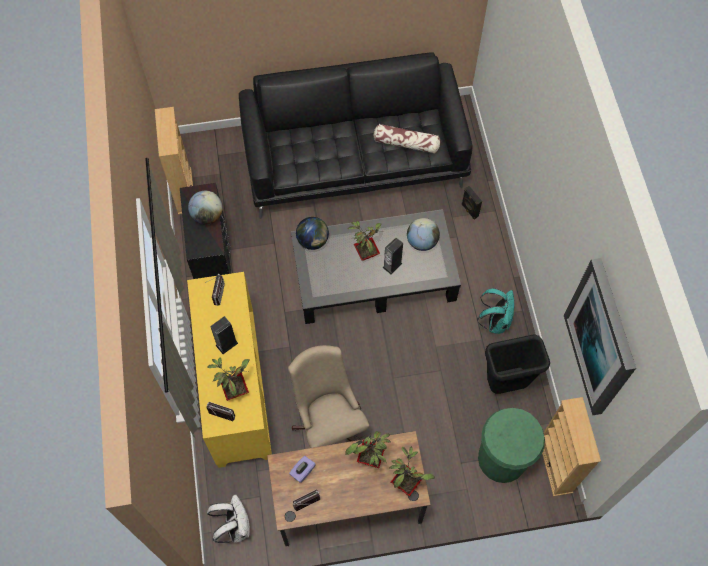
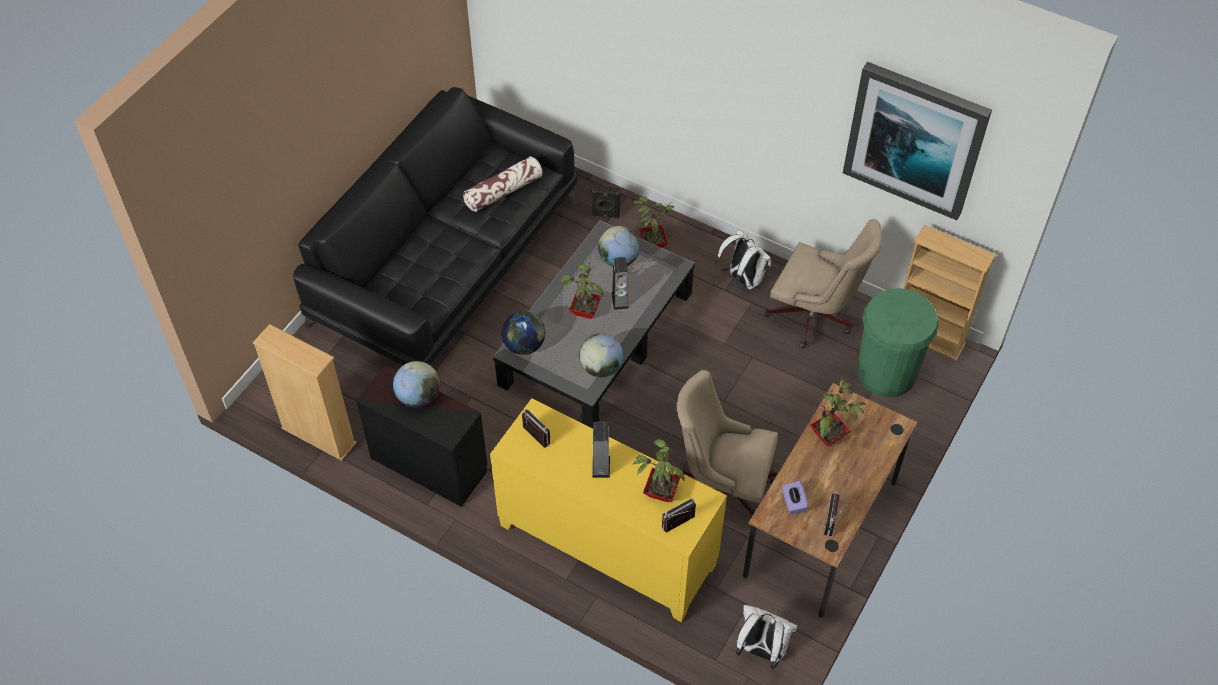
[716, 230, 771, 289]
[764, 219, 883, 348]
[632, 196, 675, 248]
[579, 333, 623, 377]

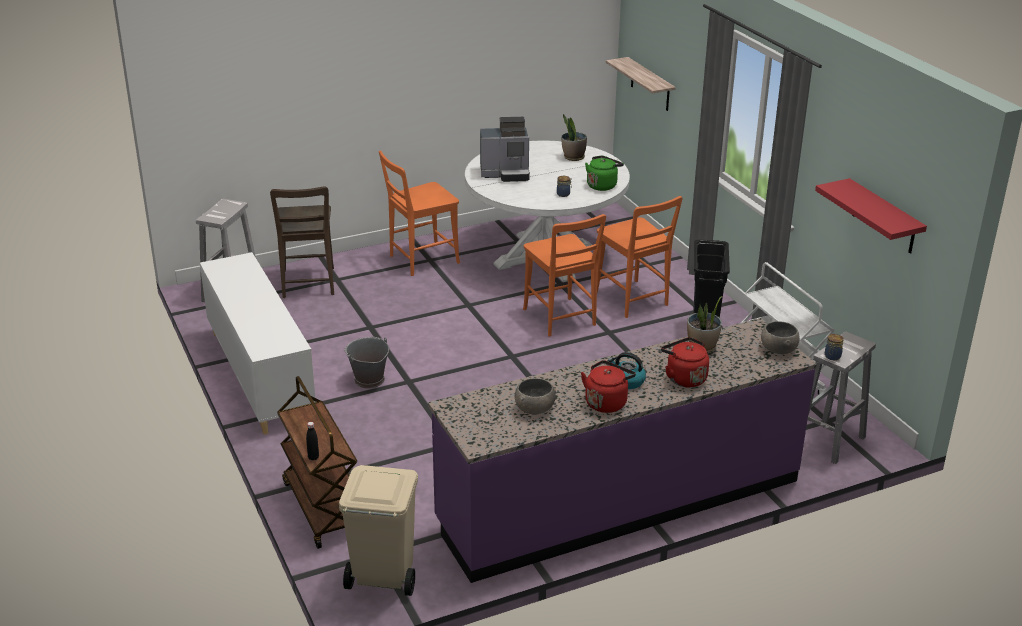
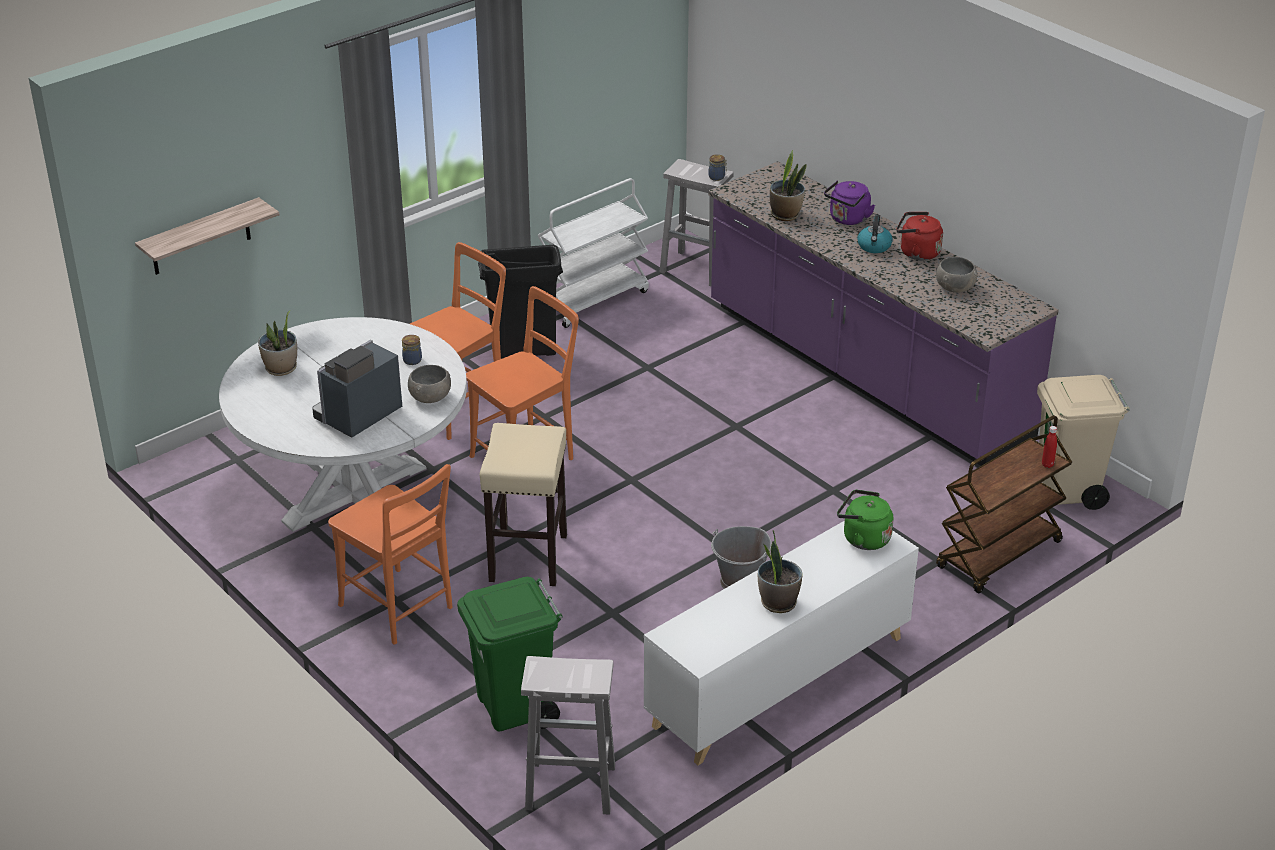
[312, 340, 402, 438]
[837, 490, 893, 550]
[815, 178, 927, 254] (first image)
[457, 577, 563, 732]
[408, 365, 451, 403]
[824, 181, 875, 225]
[1042, 426, 1057, 468]
[480, 423, 567, 586]
[758, 530, 803, 613]

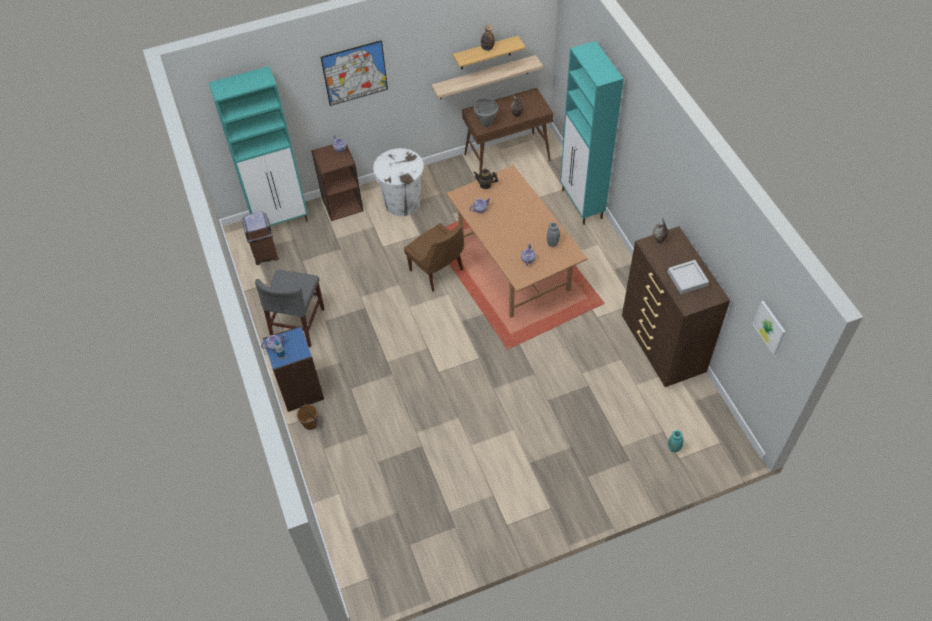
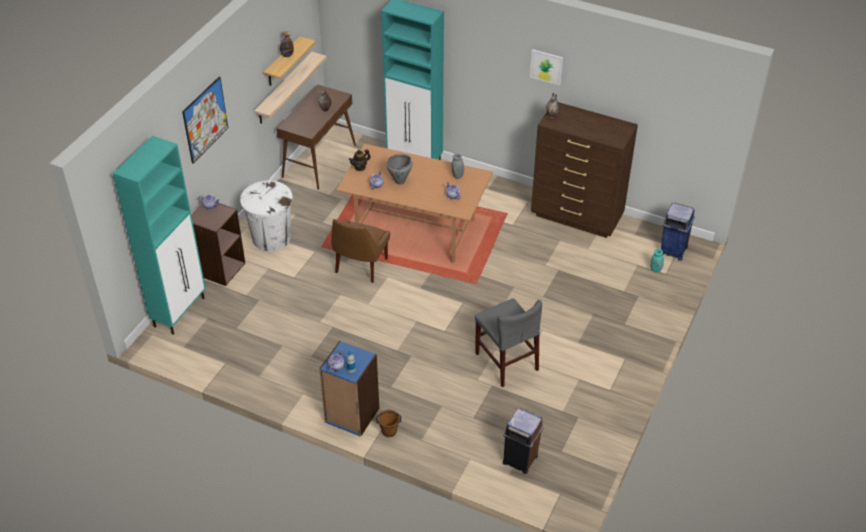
[386, 154, 413, 185]
[502, 408, 544, 474]
[331, 219, 390, 283]
[668, 260, 709, 294] (first image)
[475, 298, 542, 387]
[530, 49, 563, 85]
[661, 203, 695, 261]

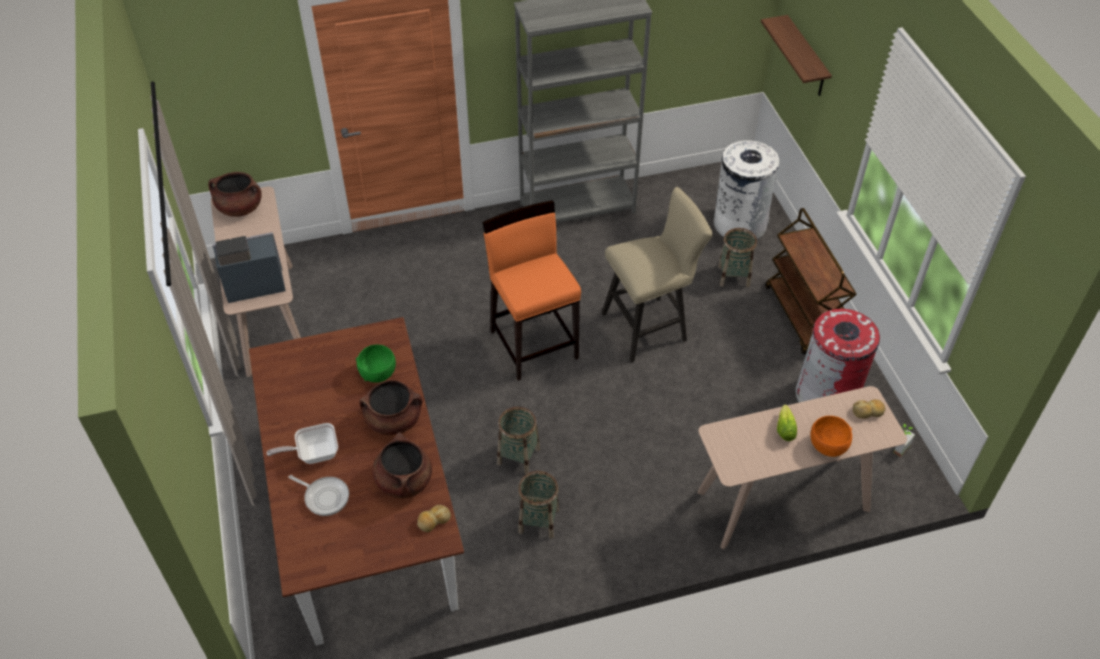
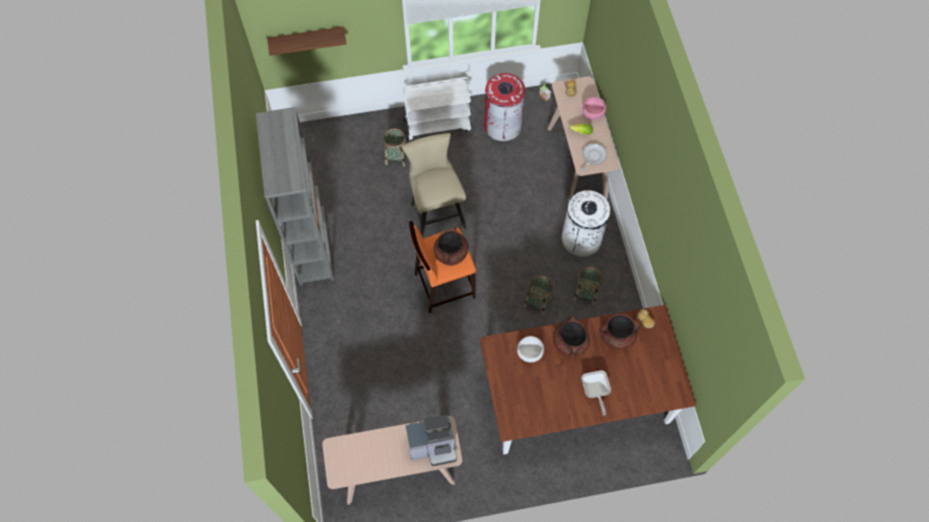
[562, 190, 610, 257]
[434, 227, 469, 266]
[403, 77, 471, 141]
[406, 415, 457, 466]
[517, 336, 544, 362]
[583, 97, 606, 120]
[581, 143, 607, 172]

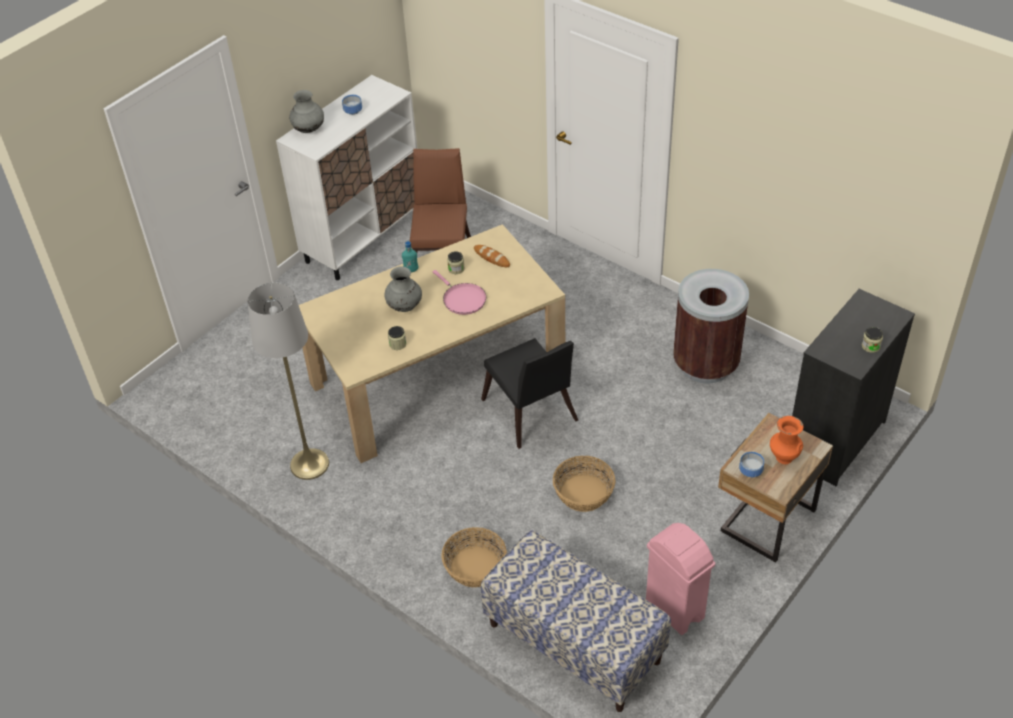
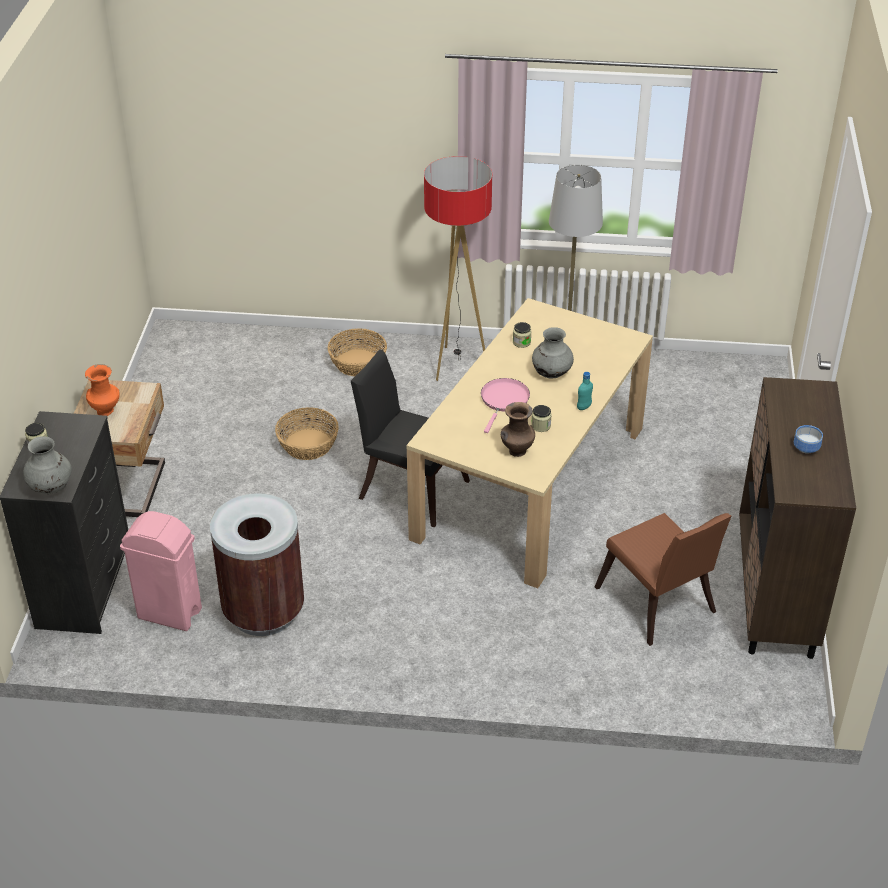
[739, 377, 856, 659]
[23, 436, 72, 494]
[501, 402, 535, 457]
[481, 378, 530, 433]
[739, 452, 764, 477] (first image)
[120, 511, 202, 631]
[481, 530, 671, 712] (first image)
[424, 156, 492, 381]

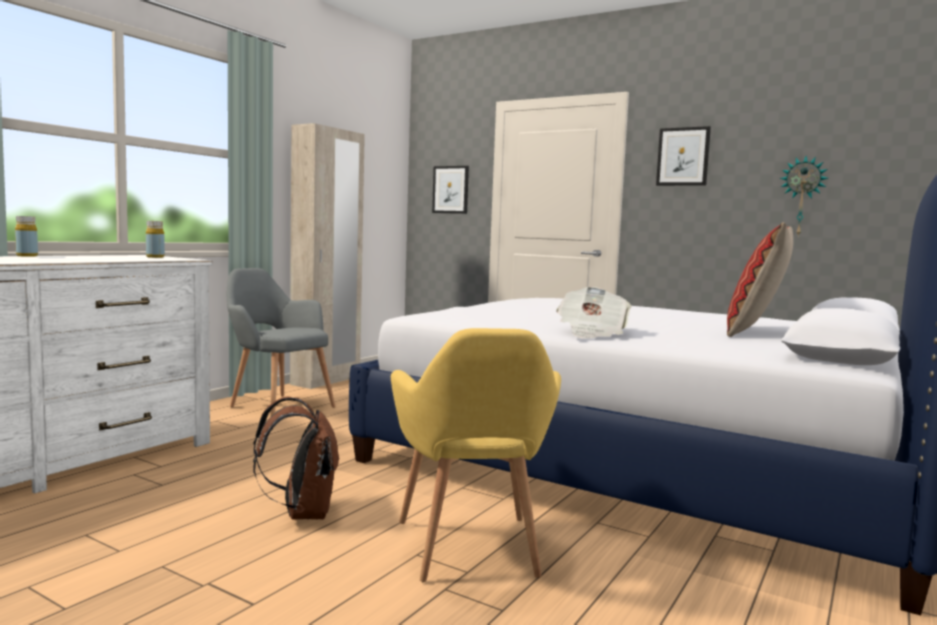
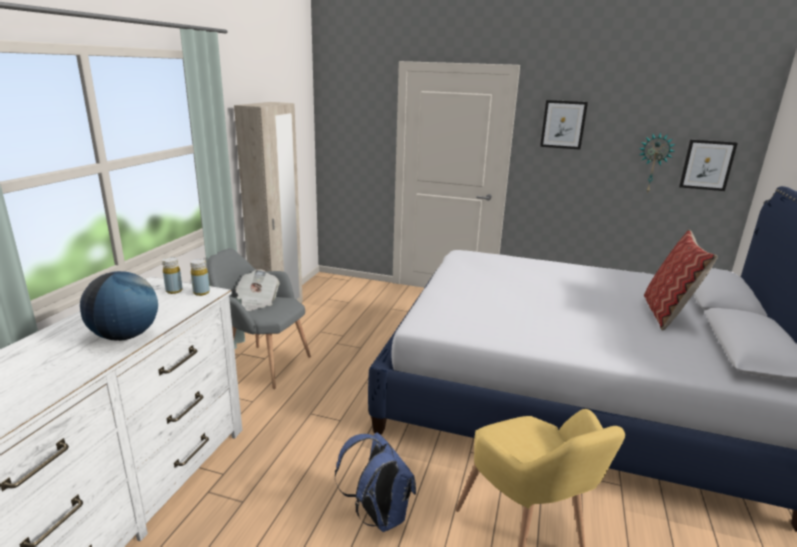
[679, 140, 738, 191]
[190, 259, 210, 296]
[235, 269, 280, 311]
[335, 432, 416, 532]
[80, 271, 158, 341]

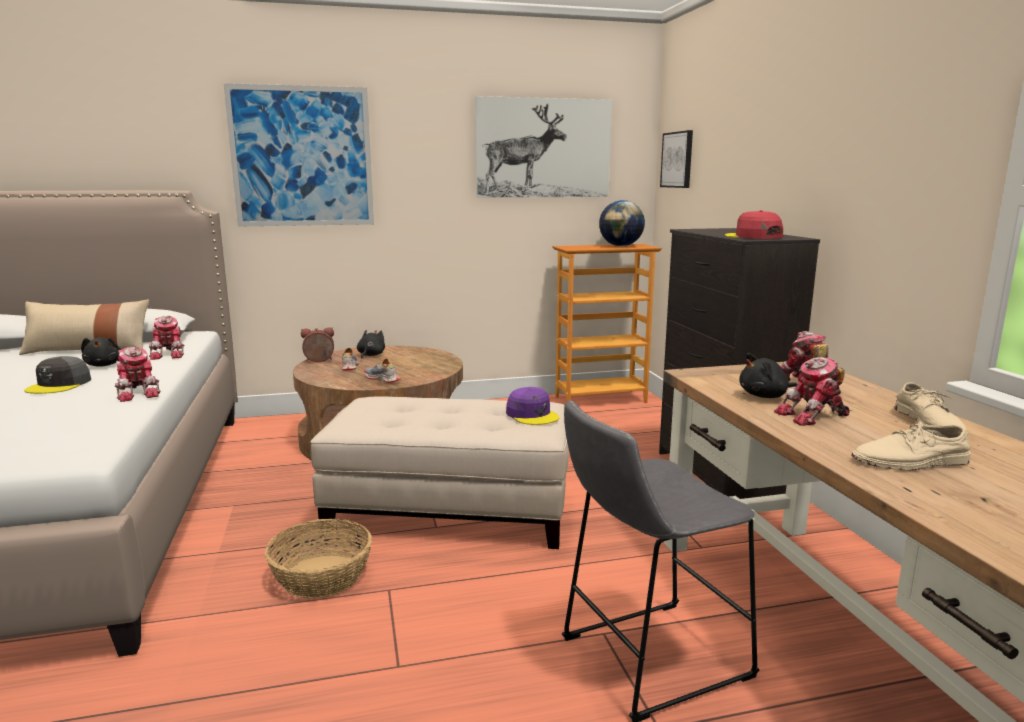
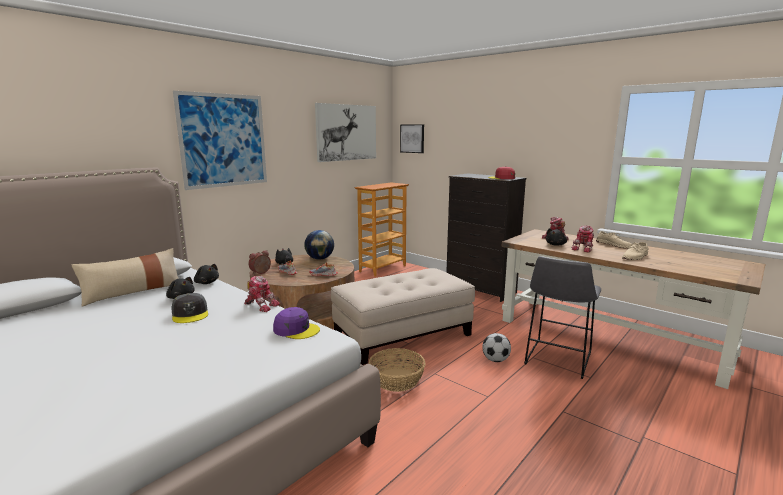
[304, 230, 334, 260]
[194, 264, 219, 284]
[273, 307, 320, 339]
[482, 333, 511, 362]

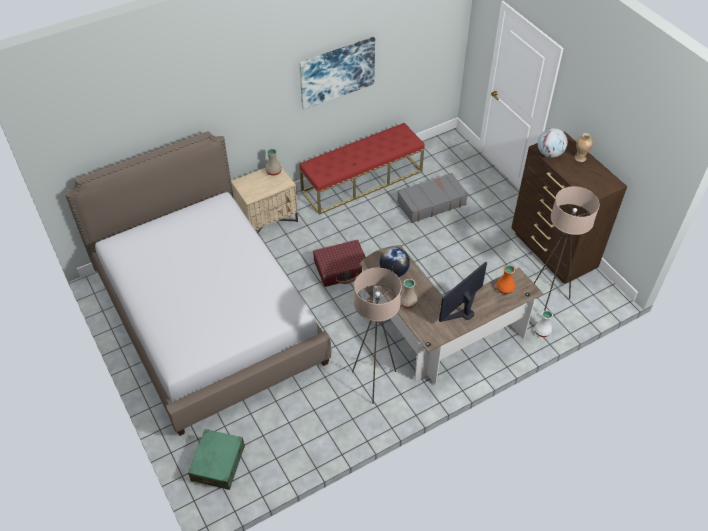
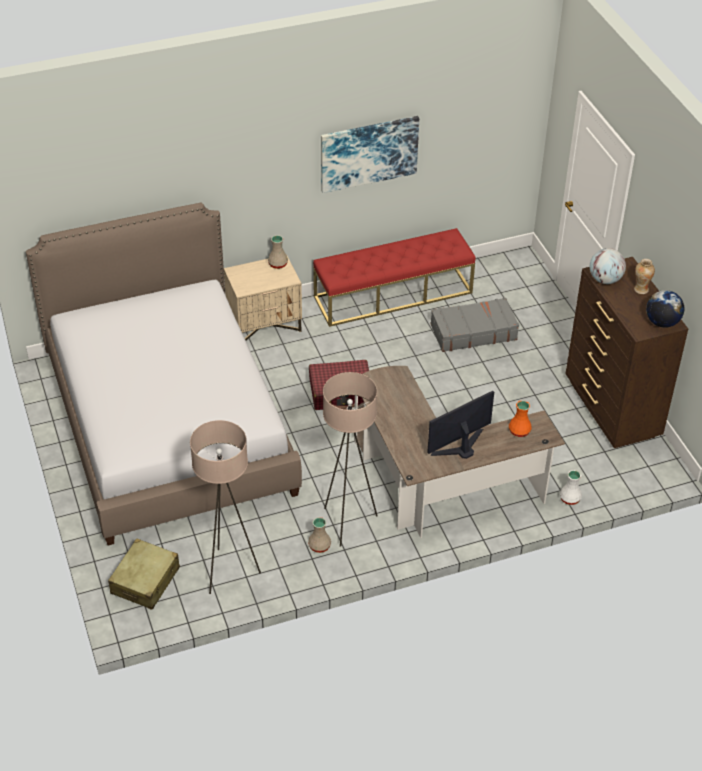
[190, 420, 261, 594]
[646, 290, 684, 328]
[308, 517, 331, 553]
[108, 538, 180, 610]

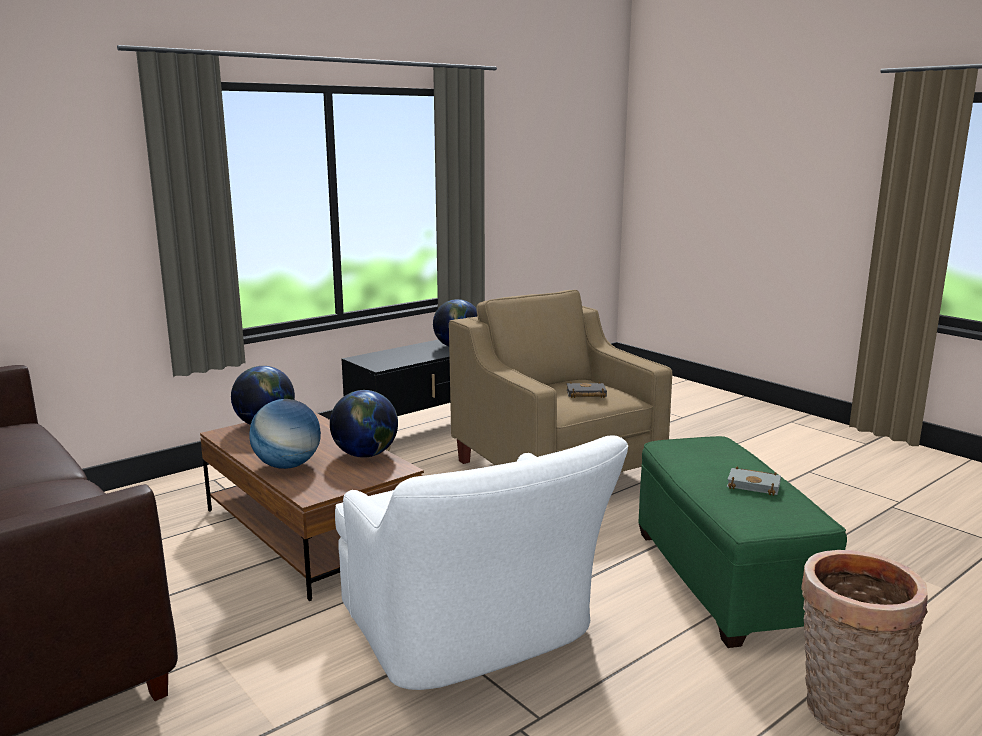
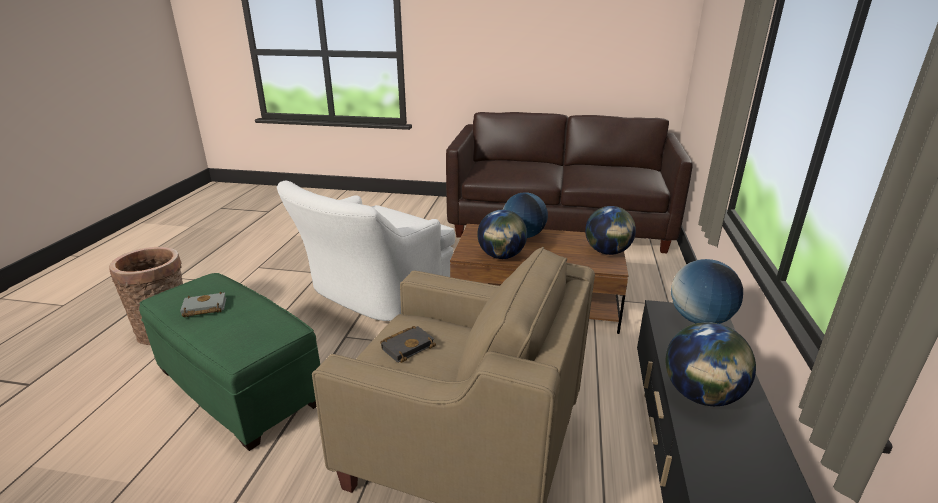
[277, 181, 455, 321]
[671, 259, 743, 324]

